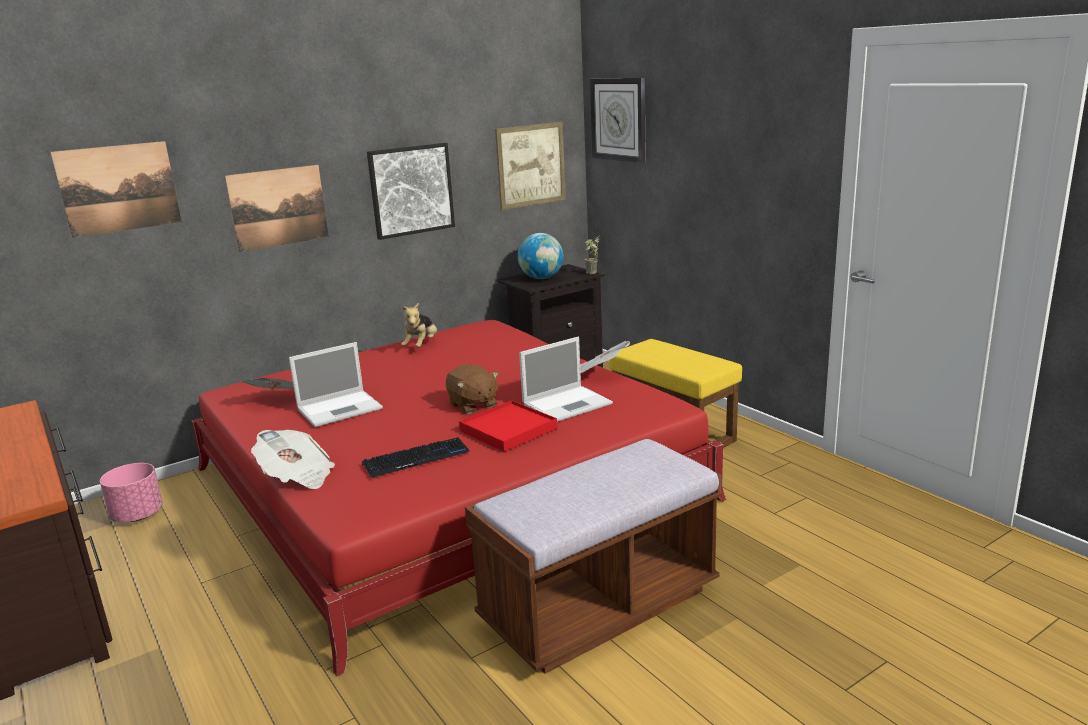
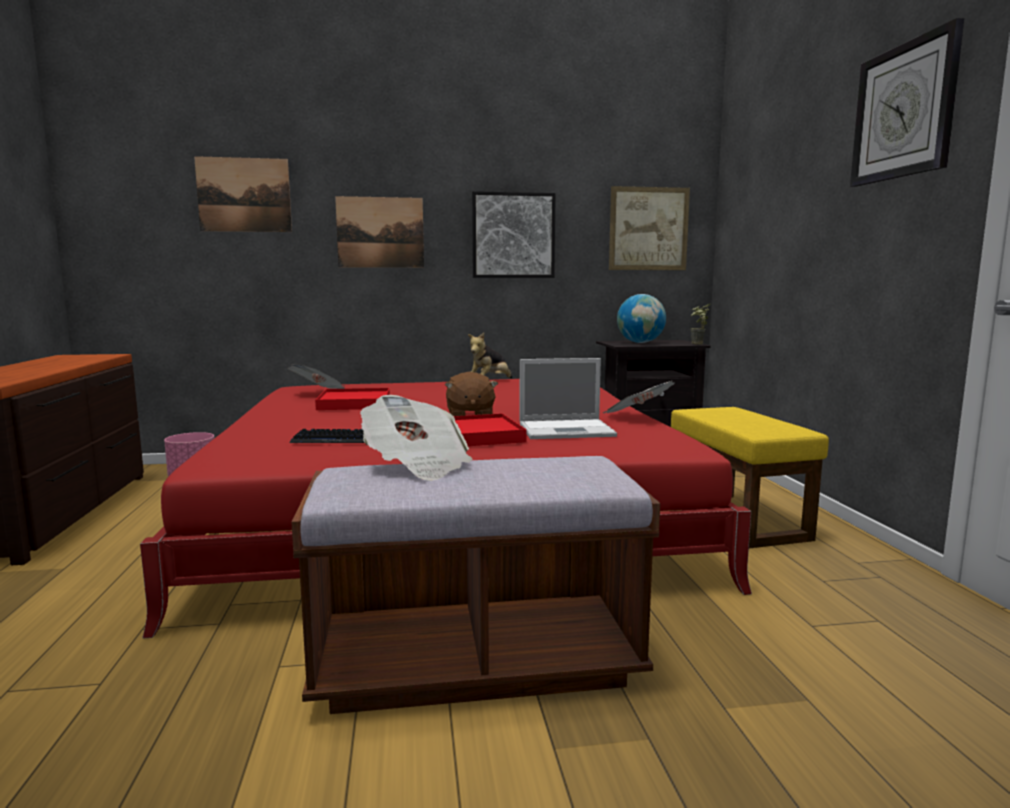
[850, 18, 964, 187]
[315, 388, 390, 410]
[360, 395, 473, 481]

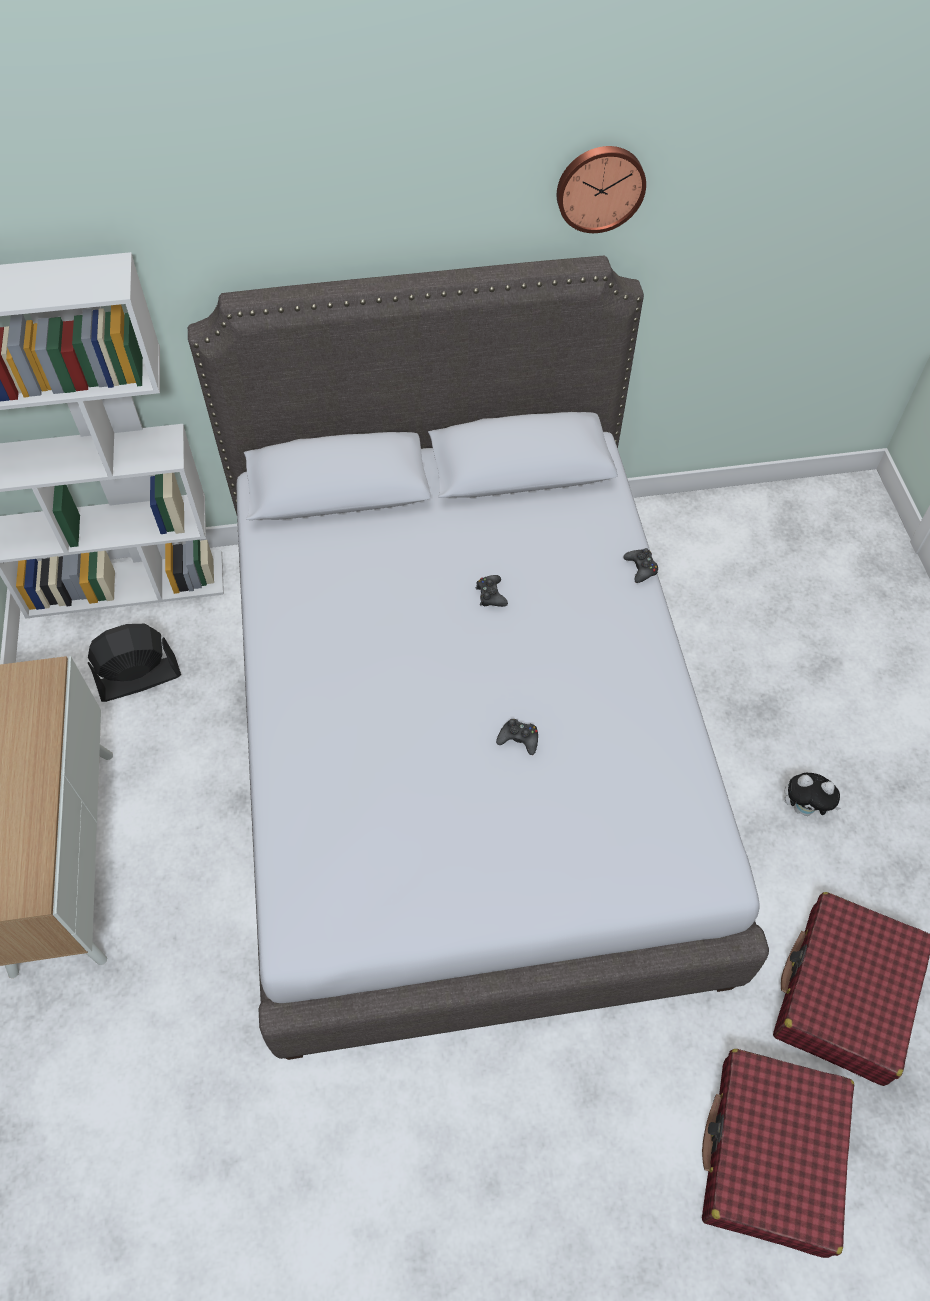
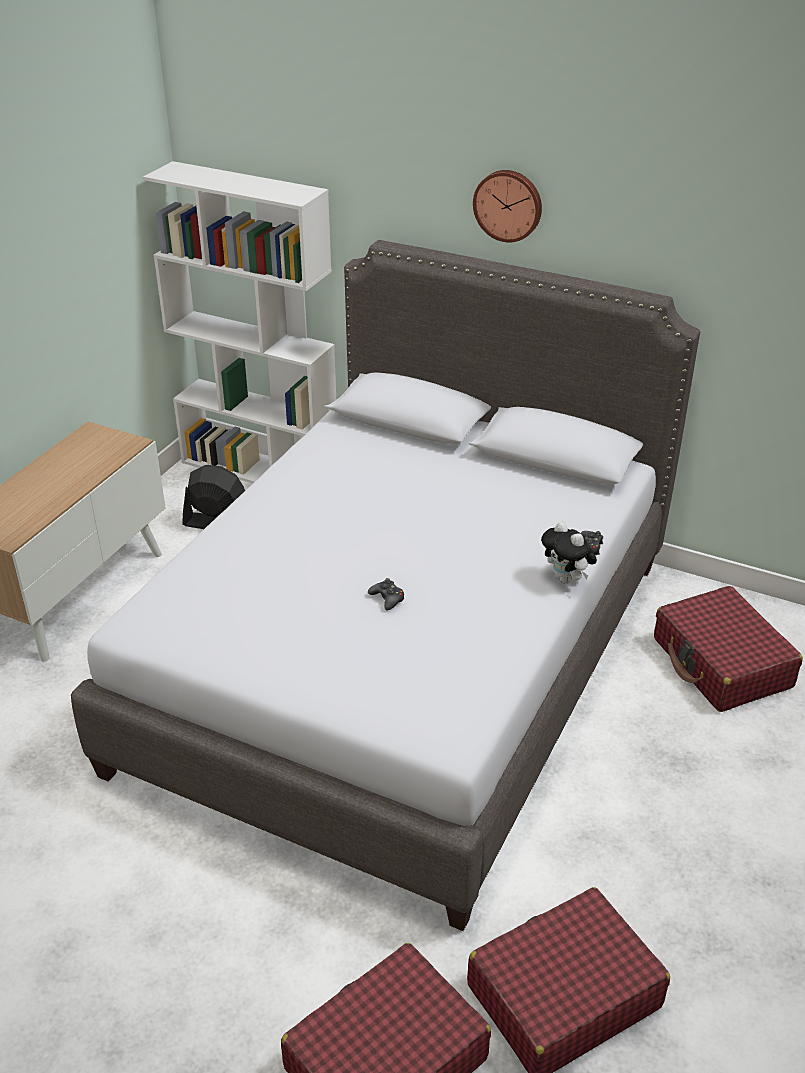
[473, 170, 542, 243]
[476, 575, 508, 607] (first image)
[541, 522, 597, 584]
[654, 586, 803, 712]

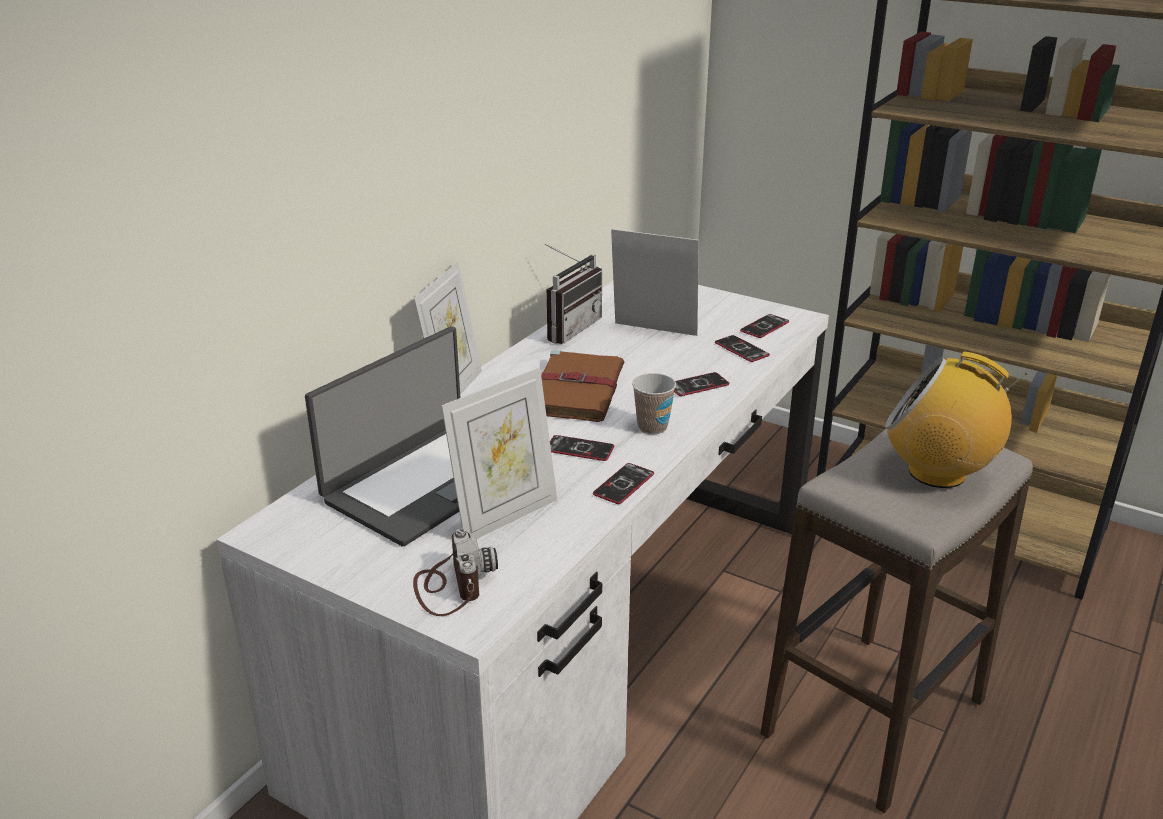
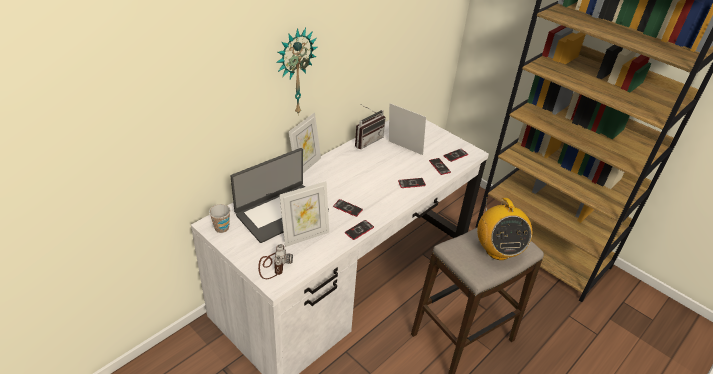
[541, 350, 624, 422] (first image)
[477, 197, 532, 260]
[209, 204, 230, 233]
[276, 27, 318, 116]

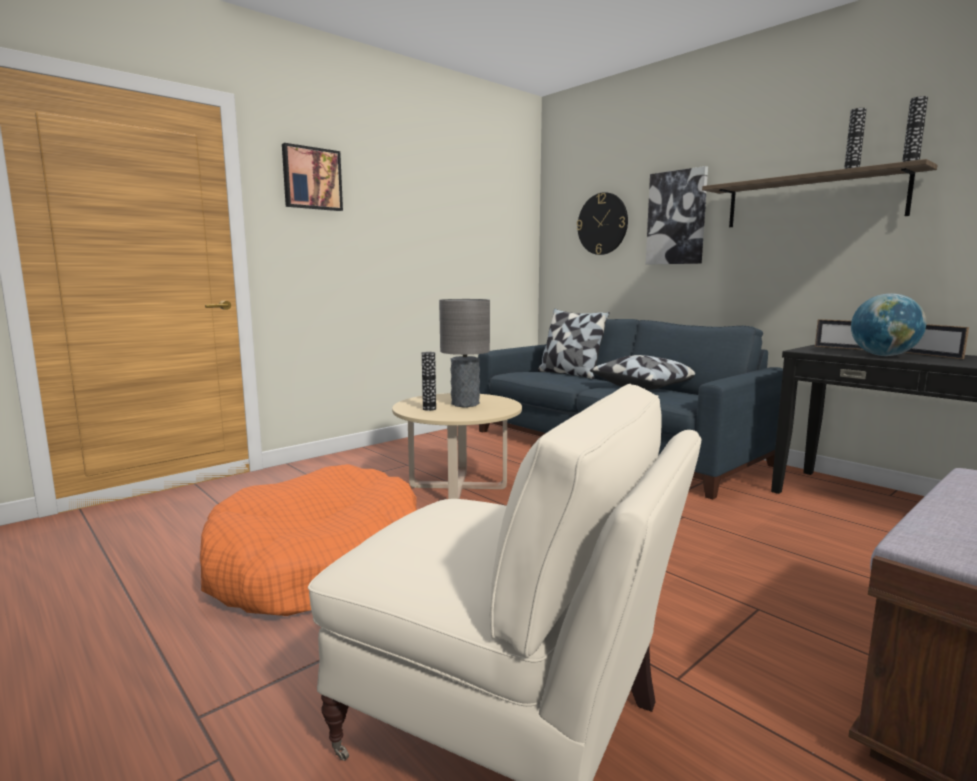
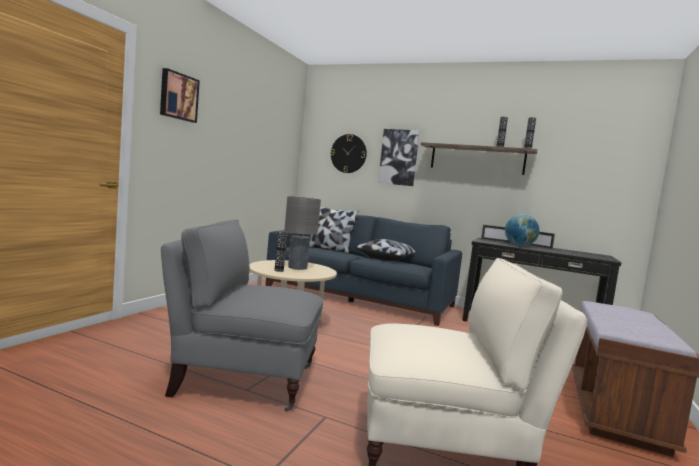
[161, 220, 323, 412]

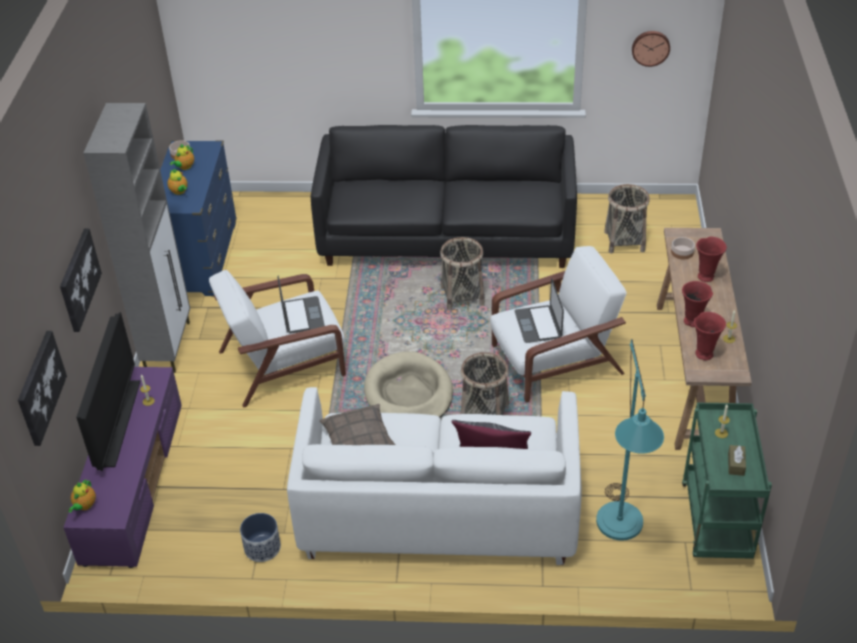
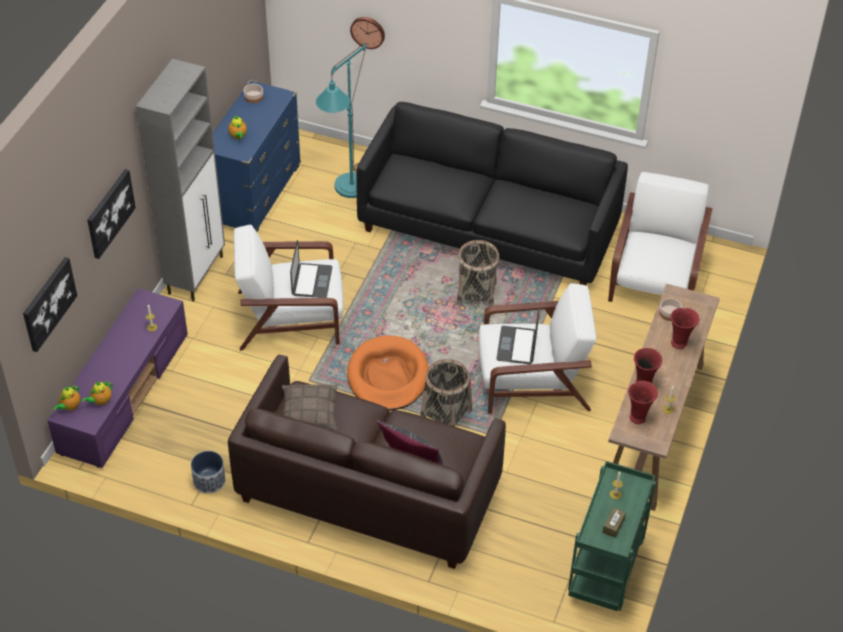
[350, 17, 385, 49]
[81, 381, 113, 405]
[608, 172, 713, 302]
[76, 312, 140, 471] (first image)
[316, 43, 366, 198]
[347, 336, 429, 410]
[228, 355, 506, 569]

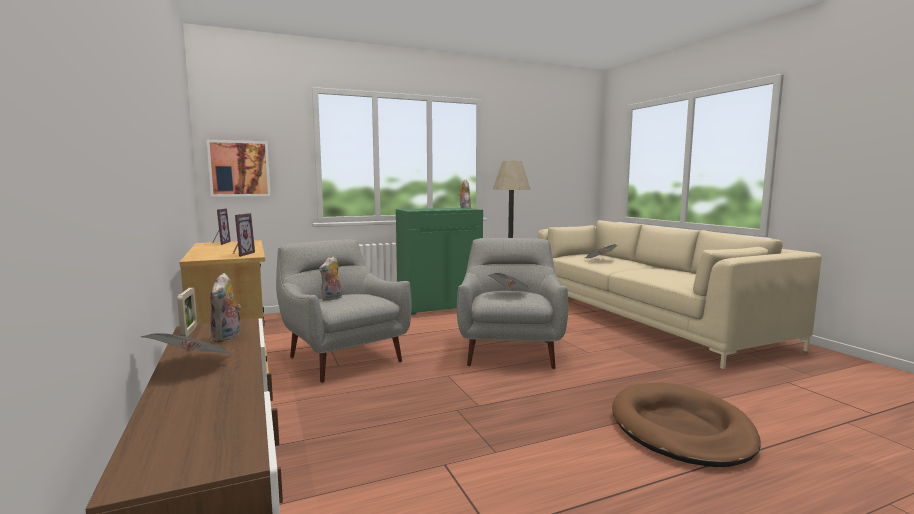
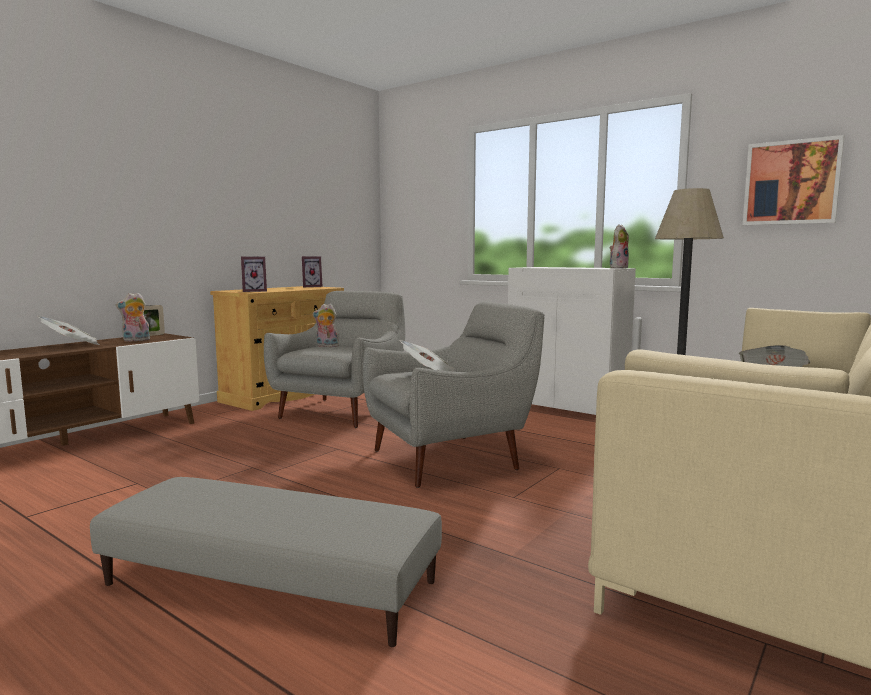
[743, 135, 844, 225]
[508, 267, 636, 415]
[90, 477, 442, 647]

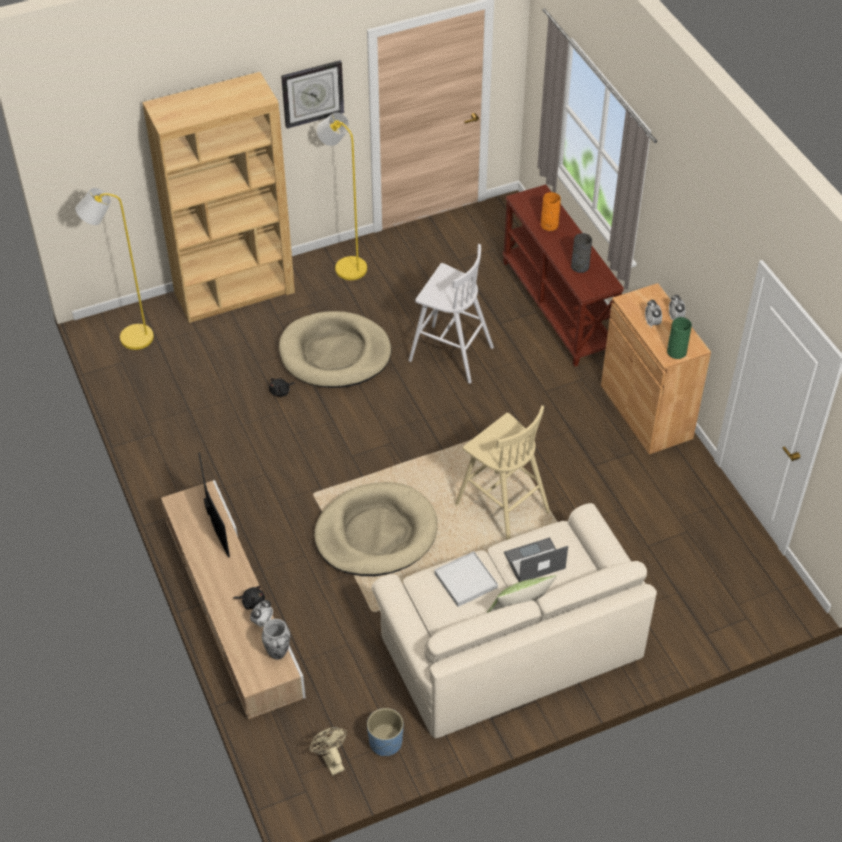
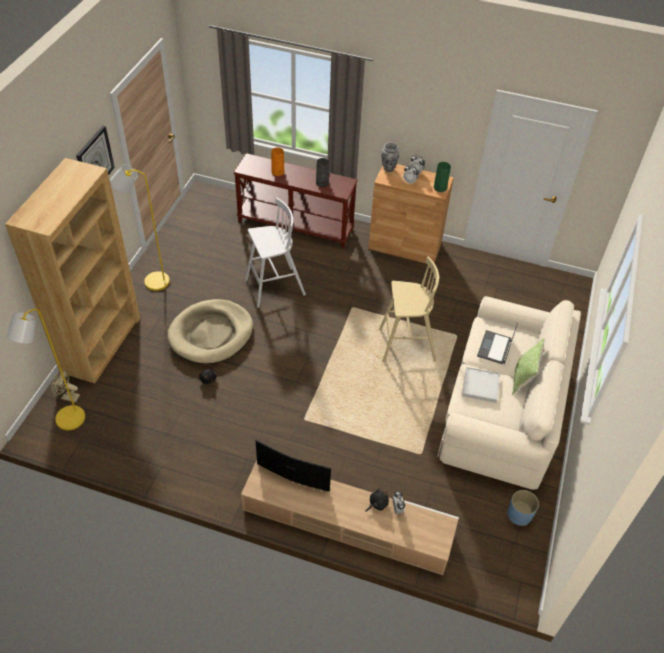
[314, 482, 438, 576] (first image)
[382, 143, 399, 172]
[51, 370, 80, 403]

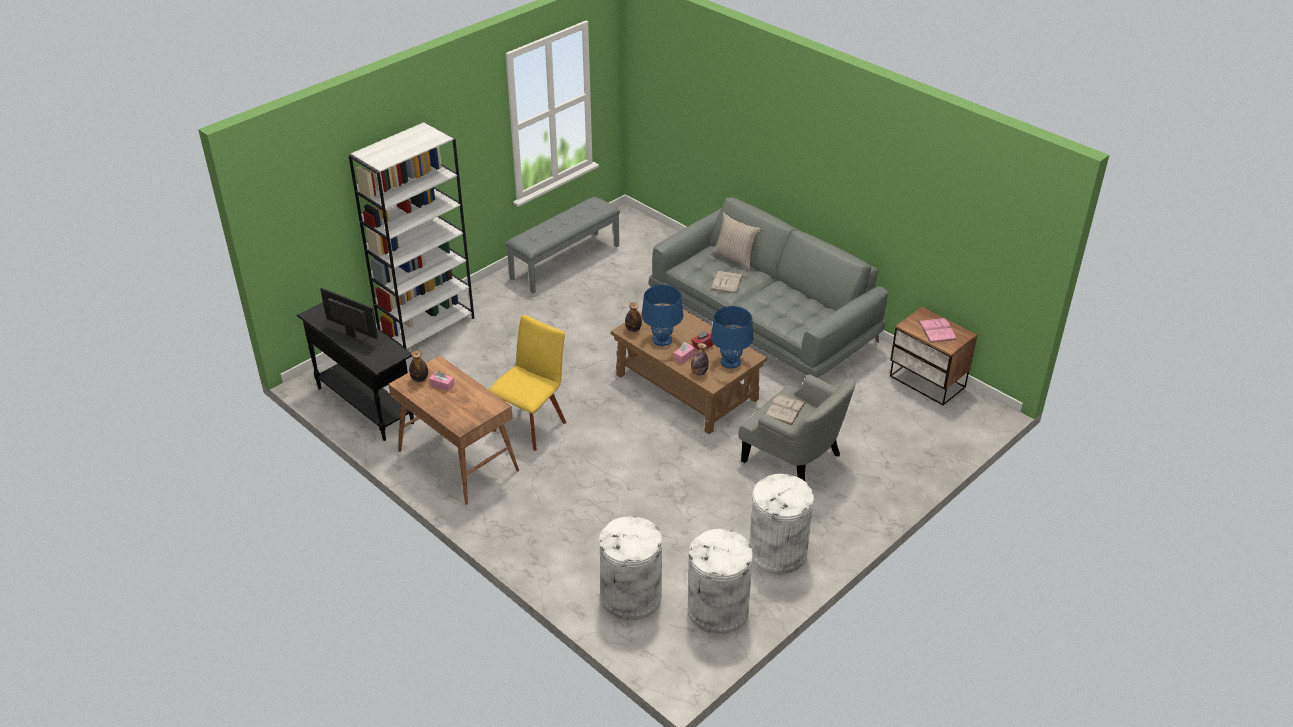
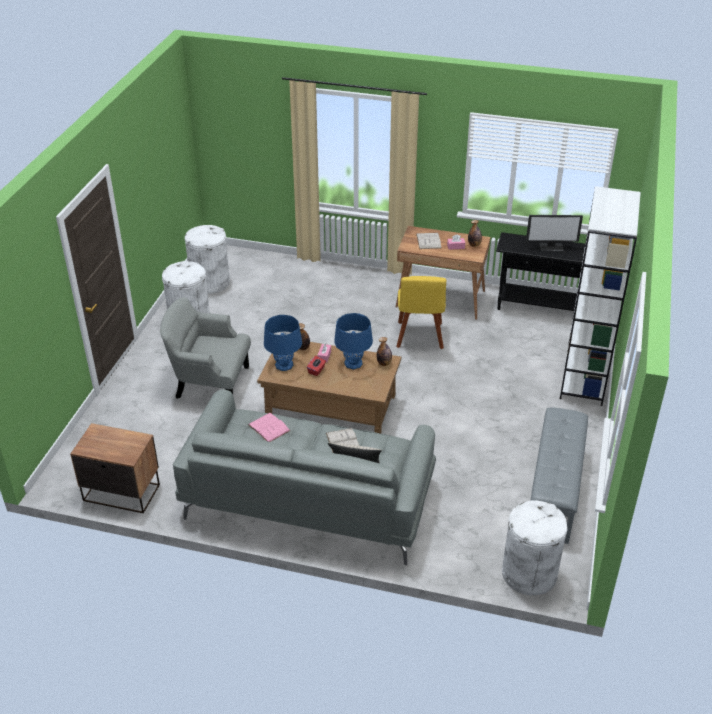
[248, 413, 290, 442]
[416, 233, 442, 249]
[502, 501, 567, 596]

